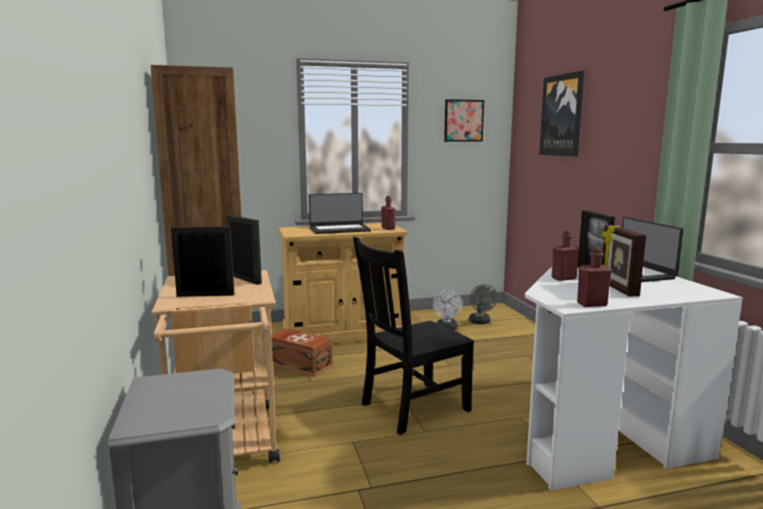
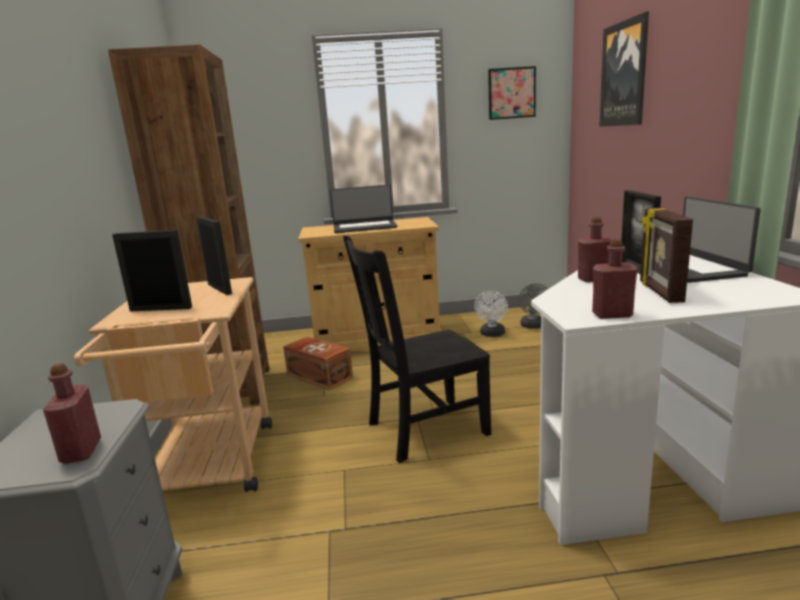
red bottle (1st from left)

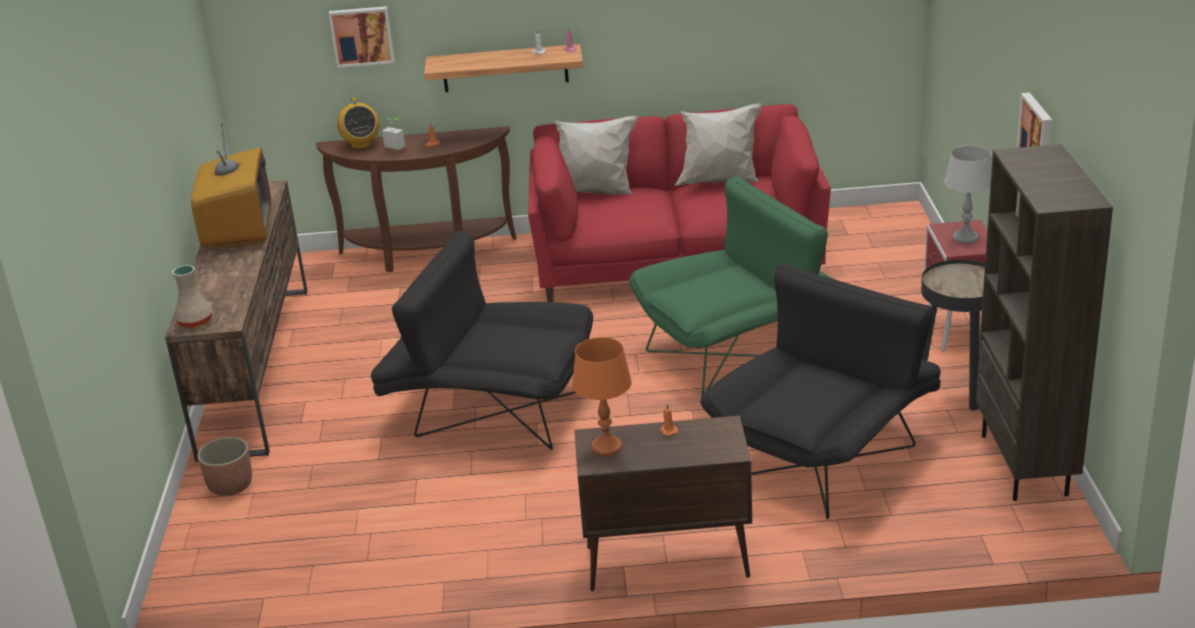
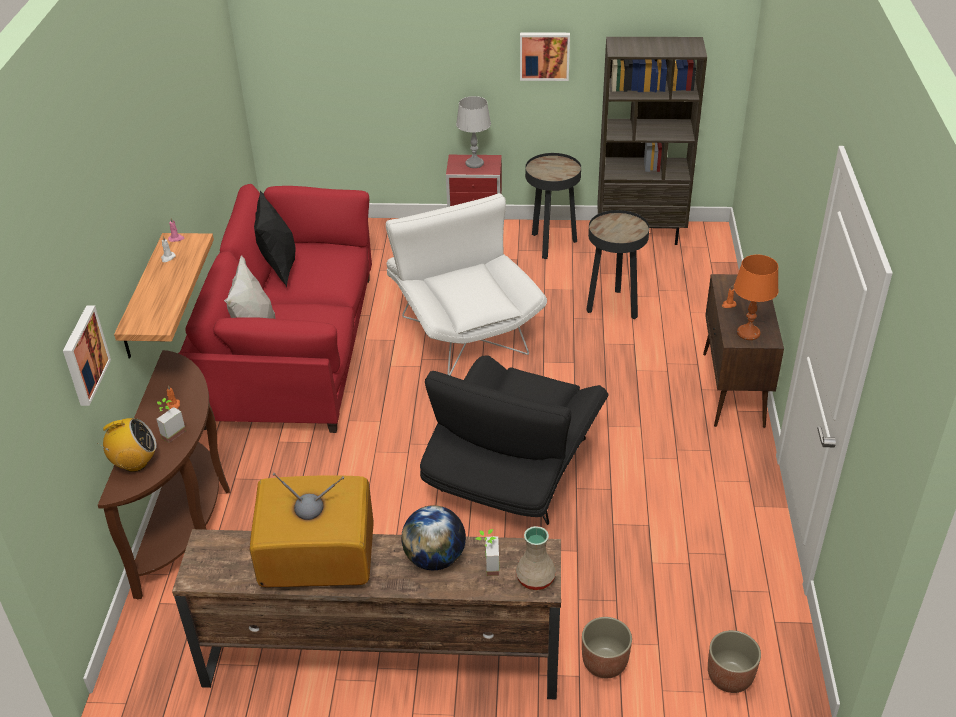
black pillow; white armchair; black side table (2nd from left); globe; potted plant (2nd from left); planter (2nd from left)

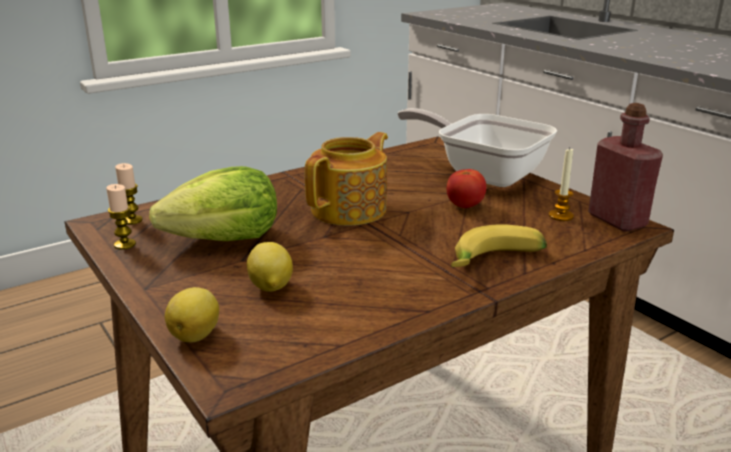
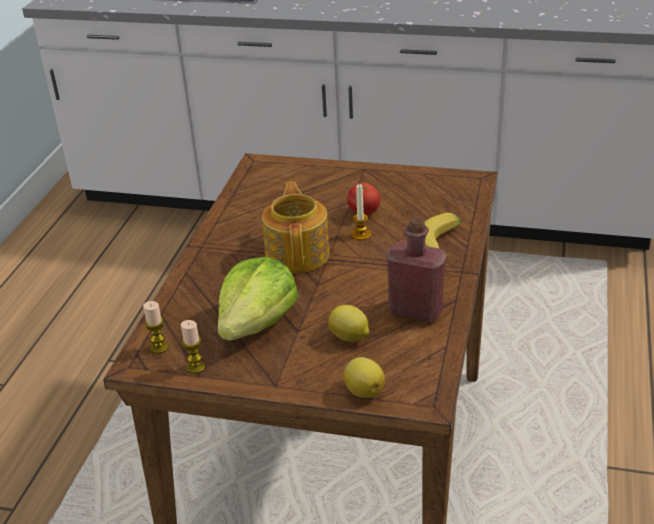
red bottle; frying pan; candle (3rd from left)

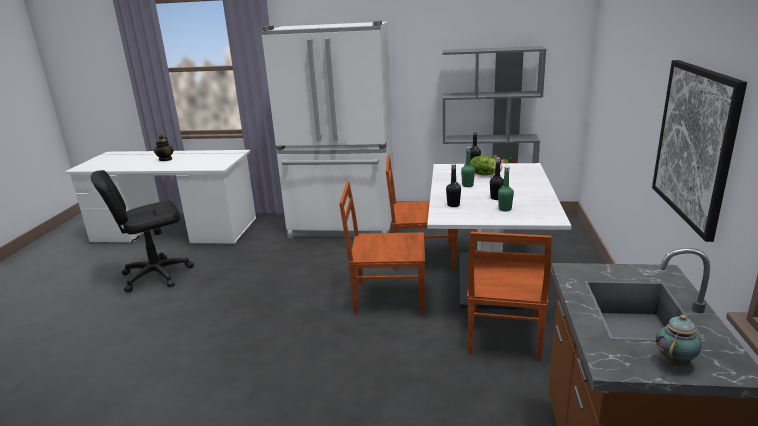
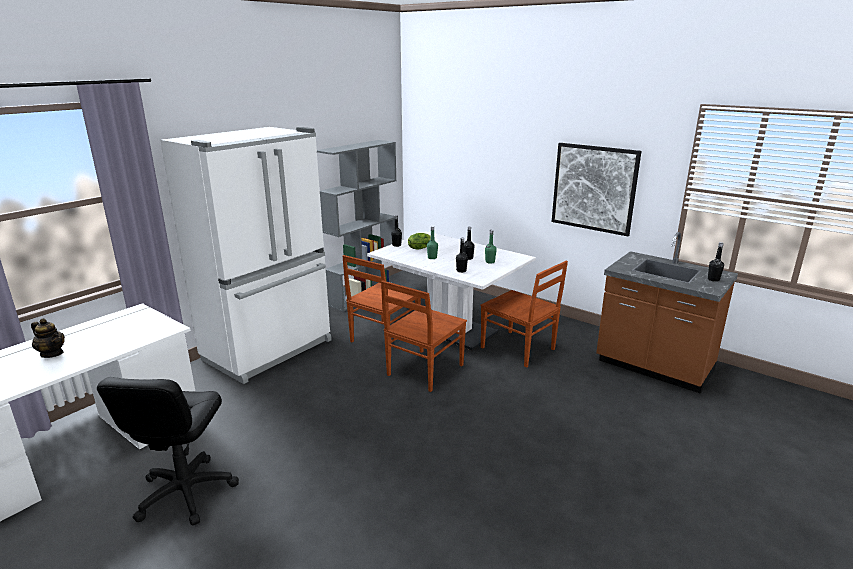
black bottle (4th from left)

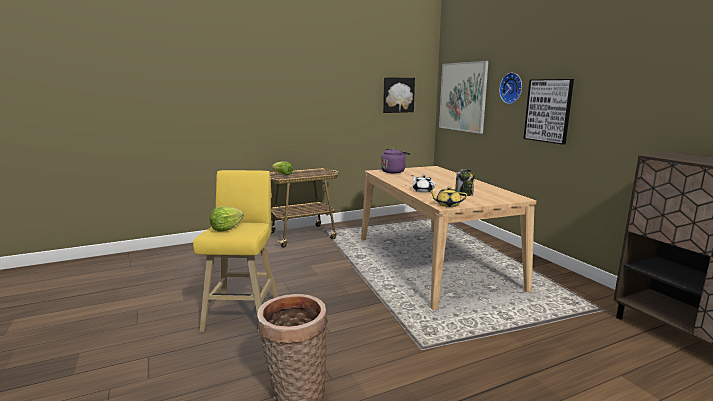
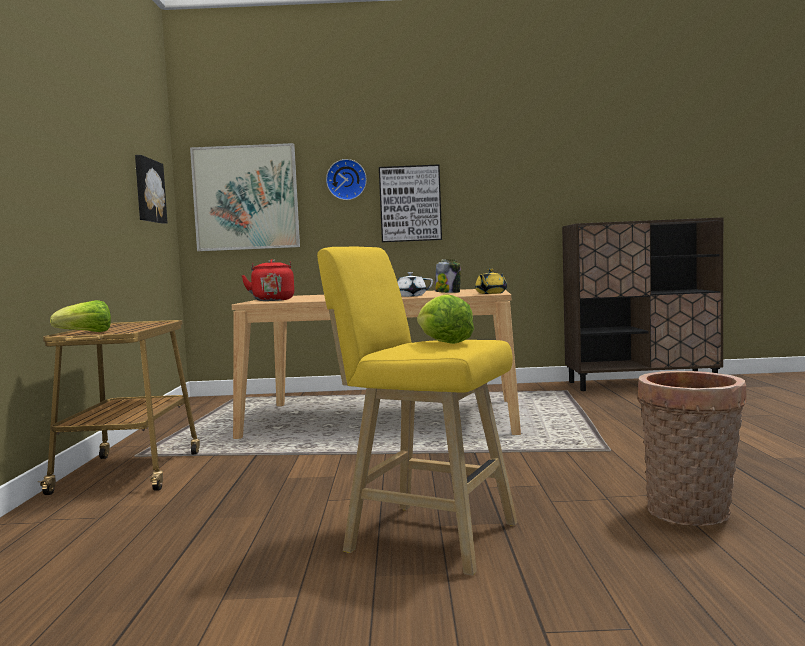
red kettle

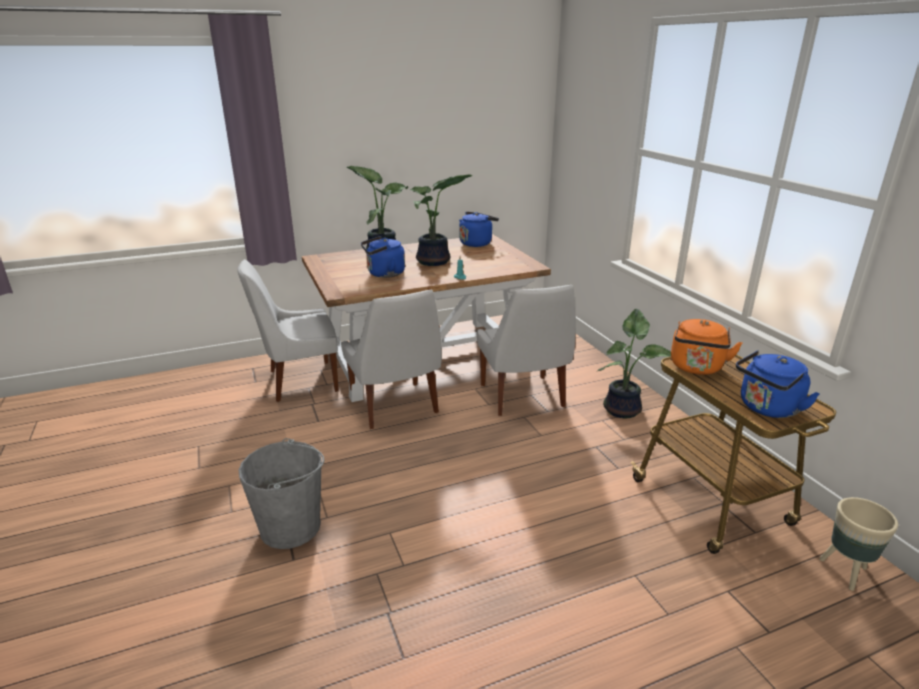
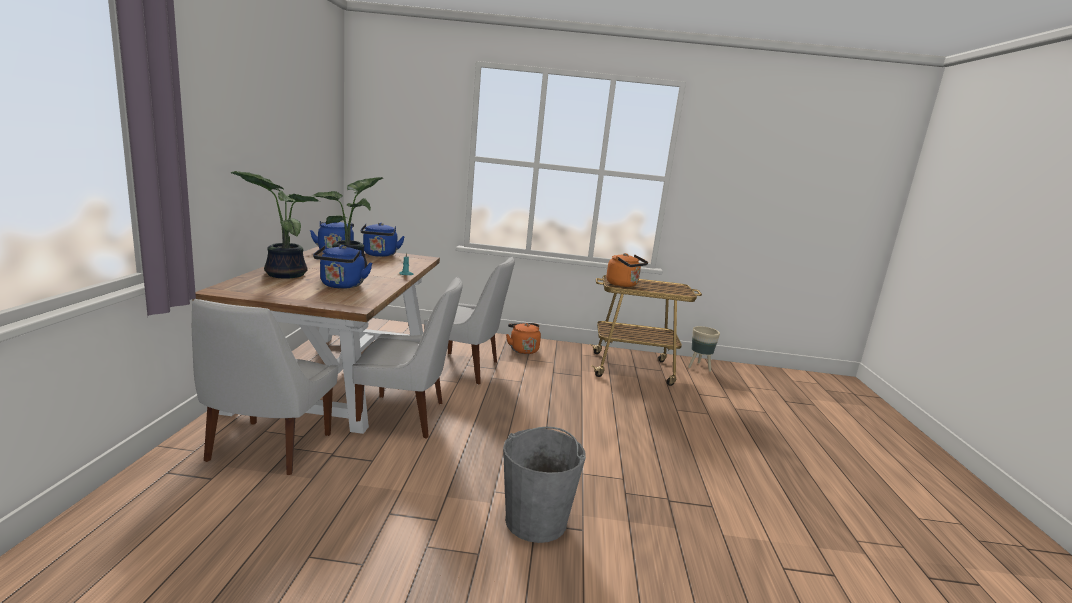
orange kettle (1st from left); blue kettle (3rd from left)

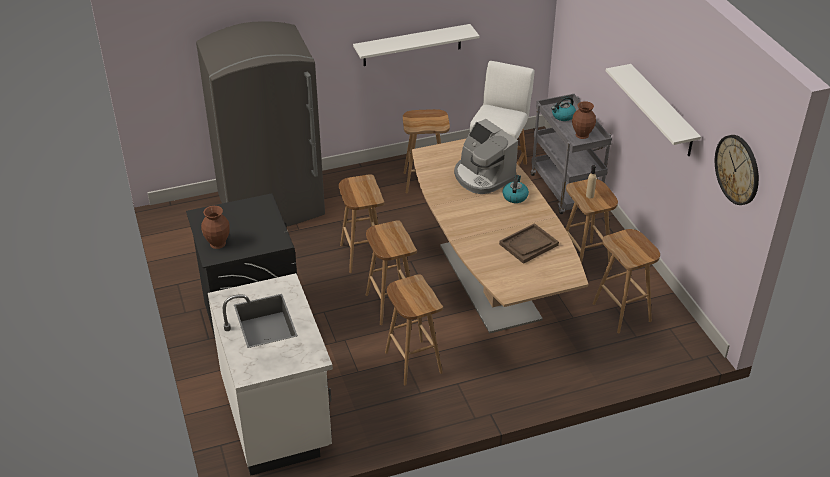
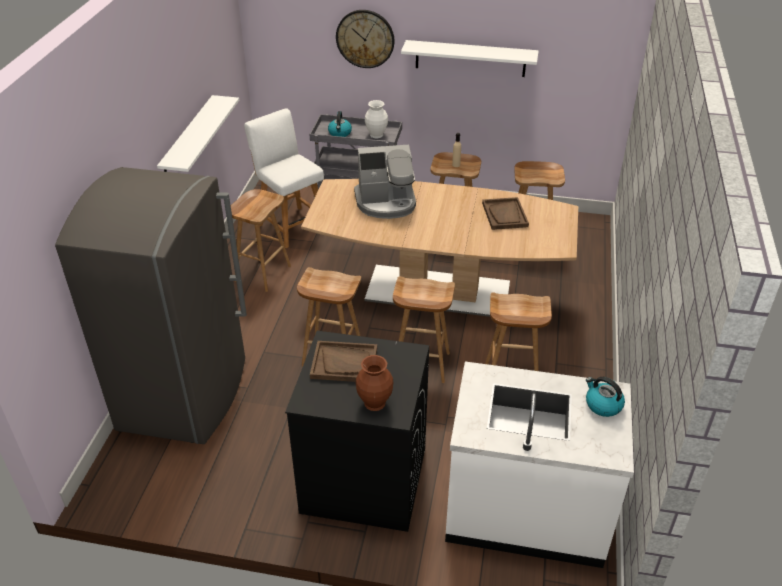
white vase; wall clock; kettle (2nd from left); brown tray (1st from left)

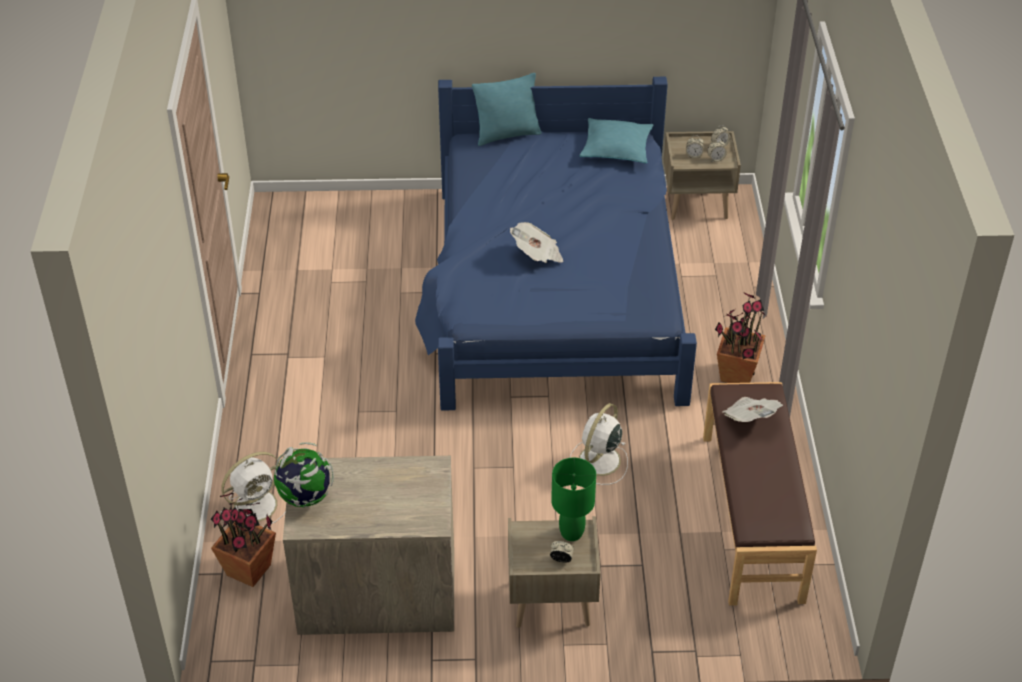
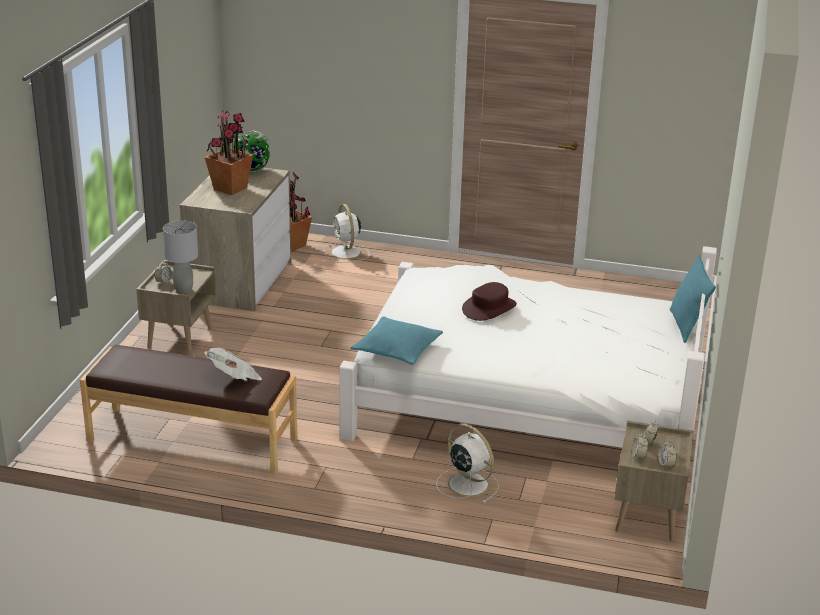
white bed; turquoise pillow (1st from left); brown hat; potted plant (1st from left); white fan (2nd from left); grey table lamp

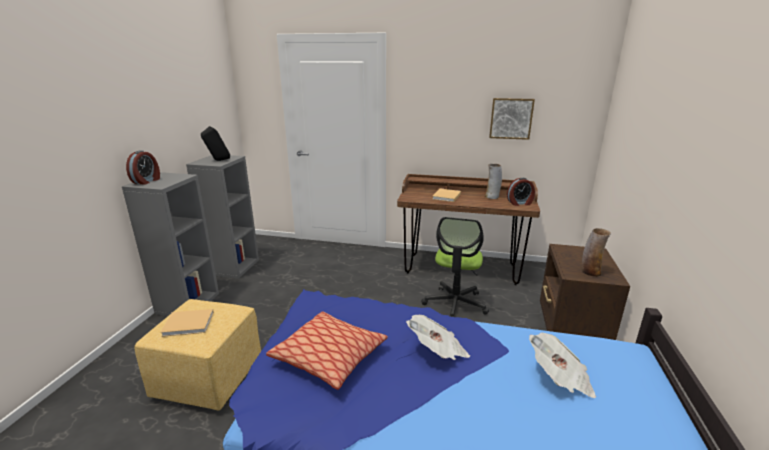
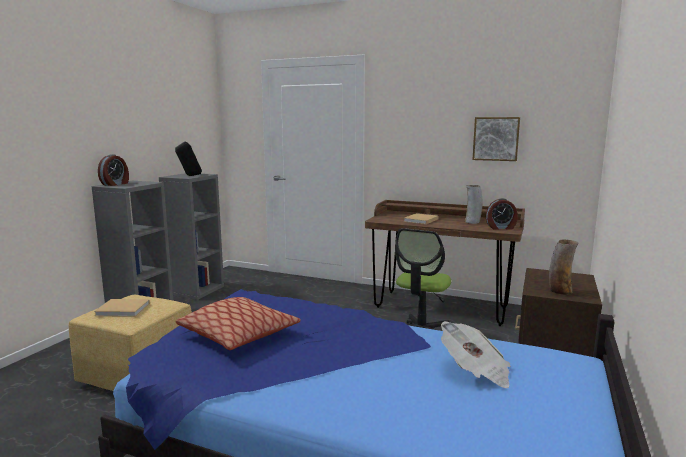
newspaper (1st from left in the first image)

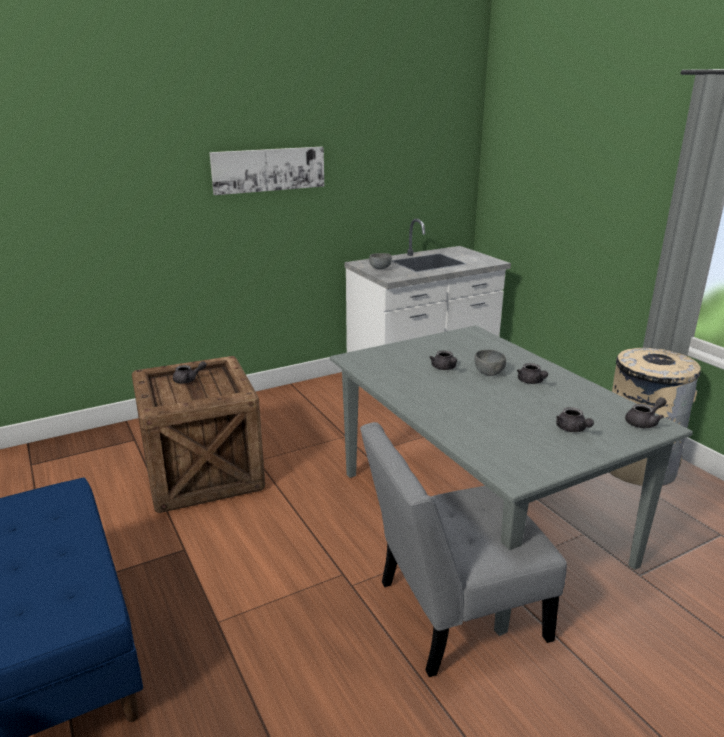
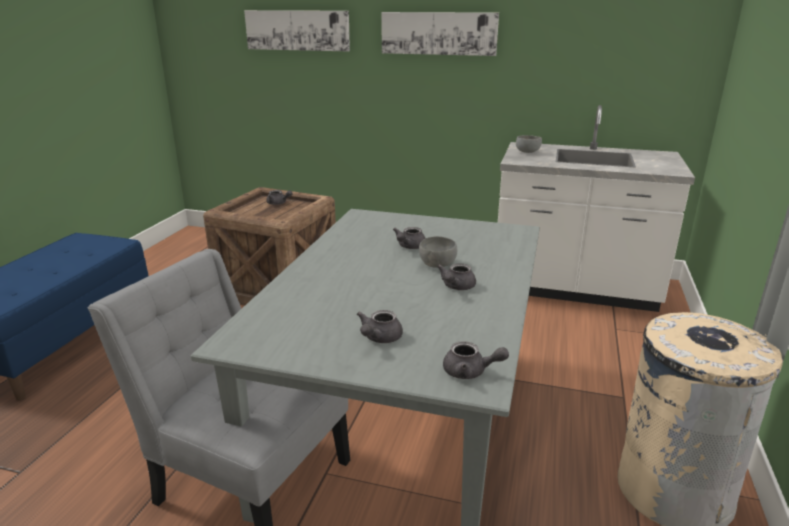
picture (1st from left)

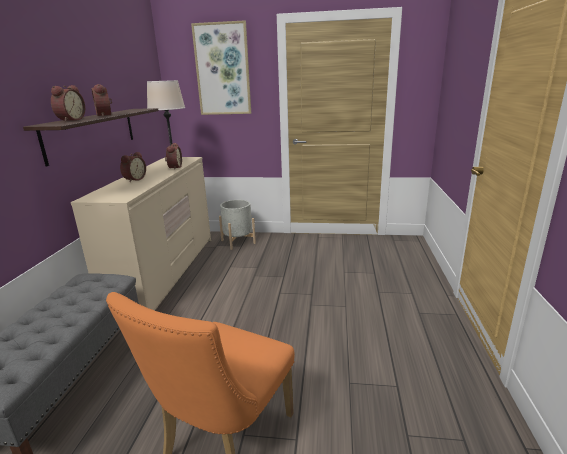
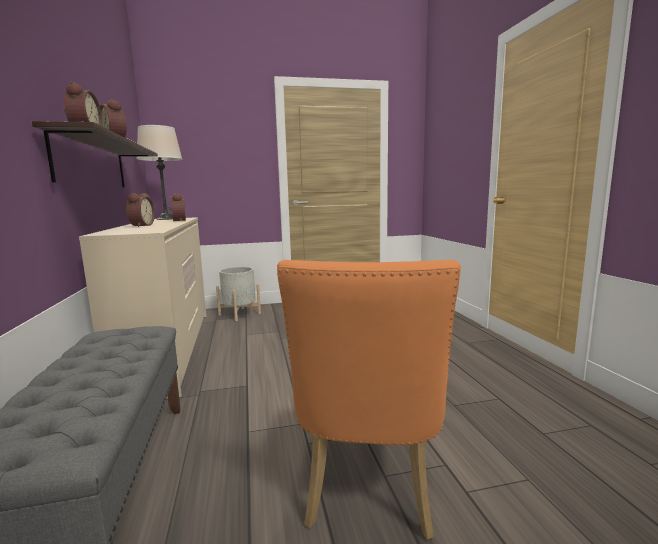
picture

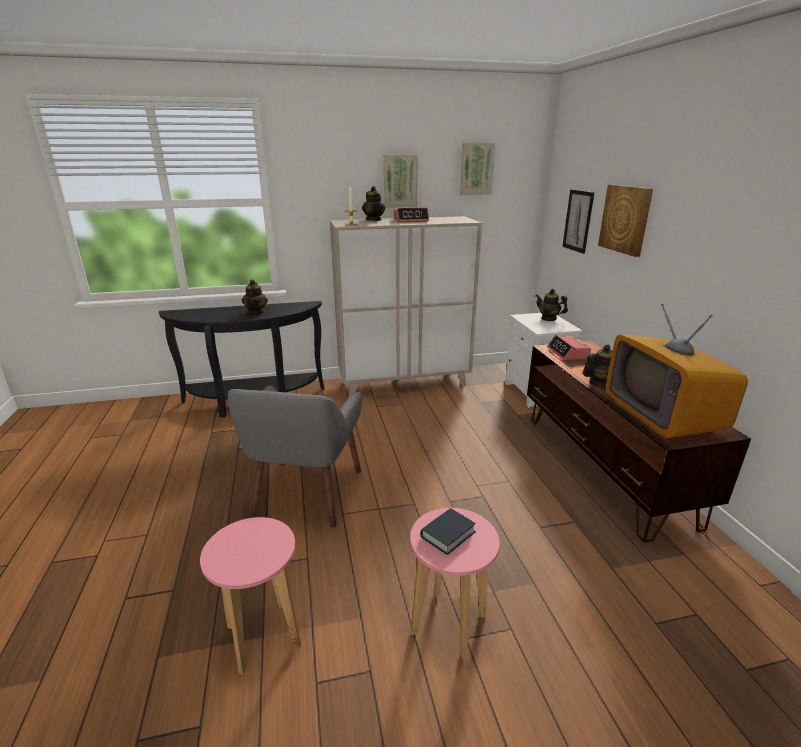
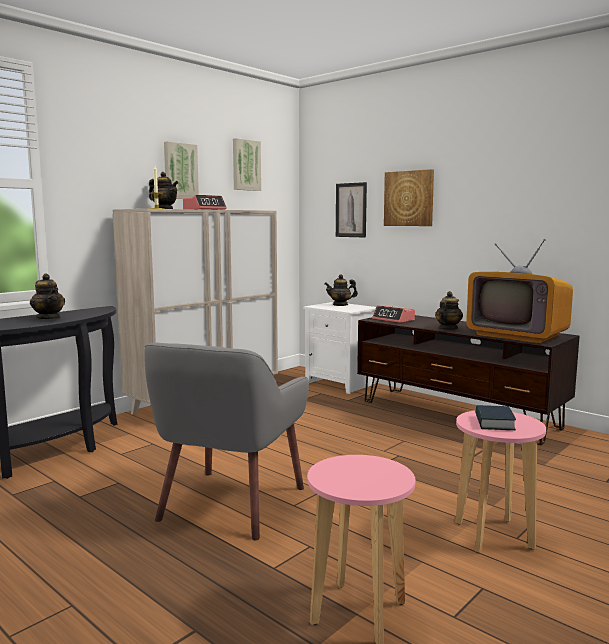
grey armchair

